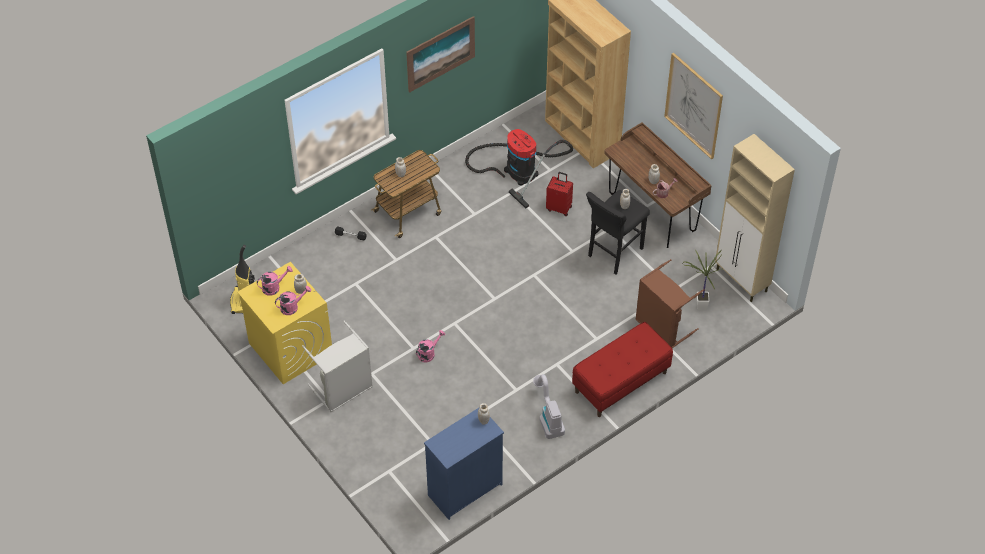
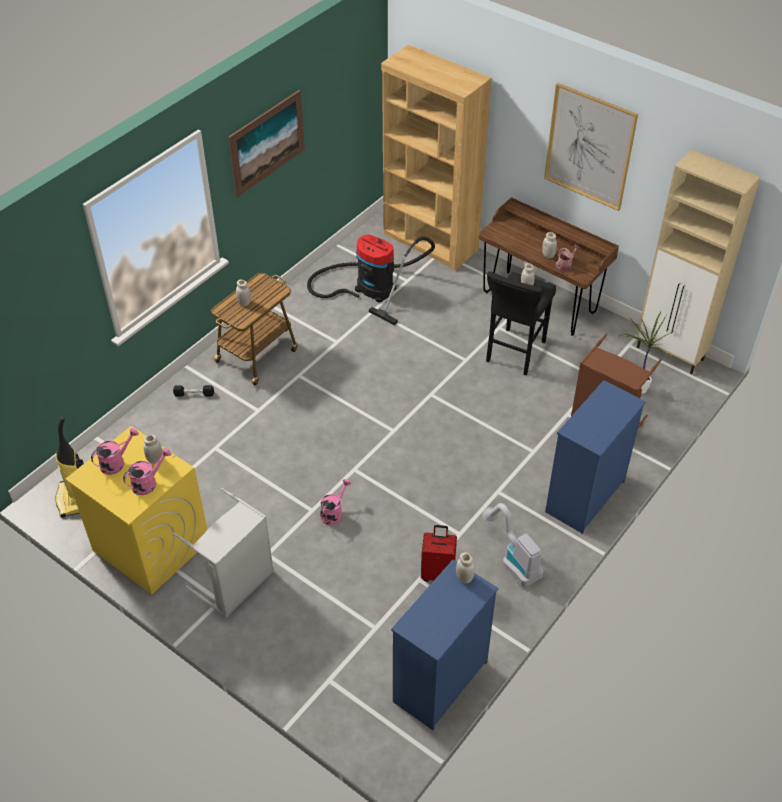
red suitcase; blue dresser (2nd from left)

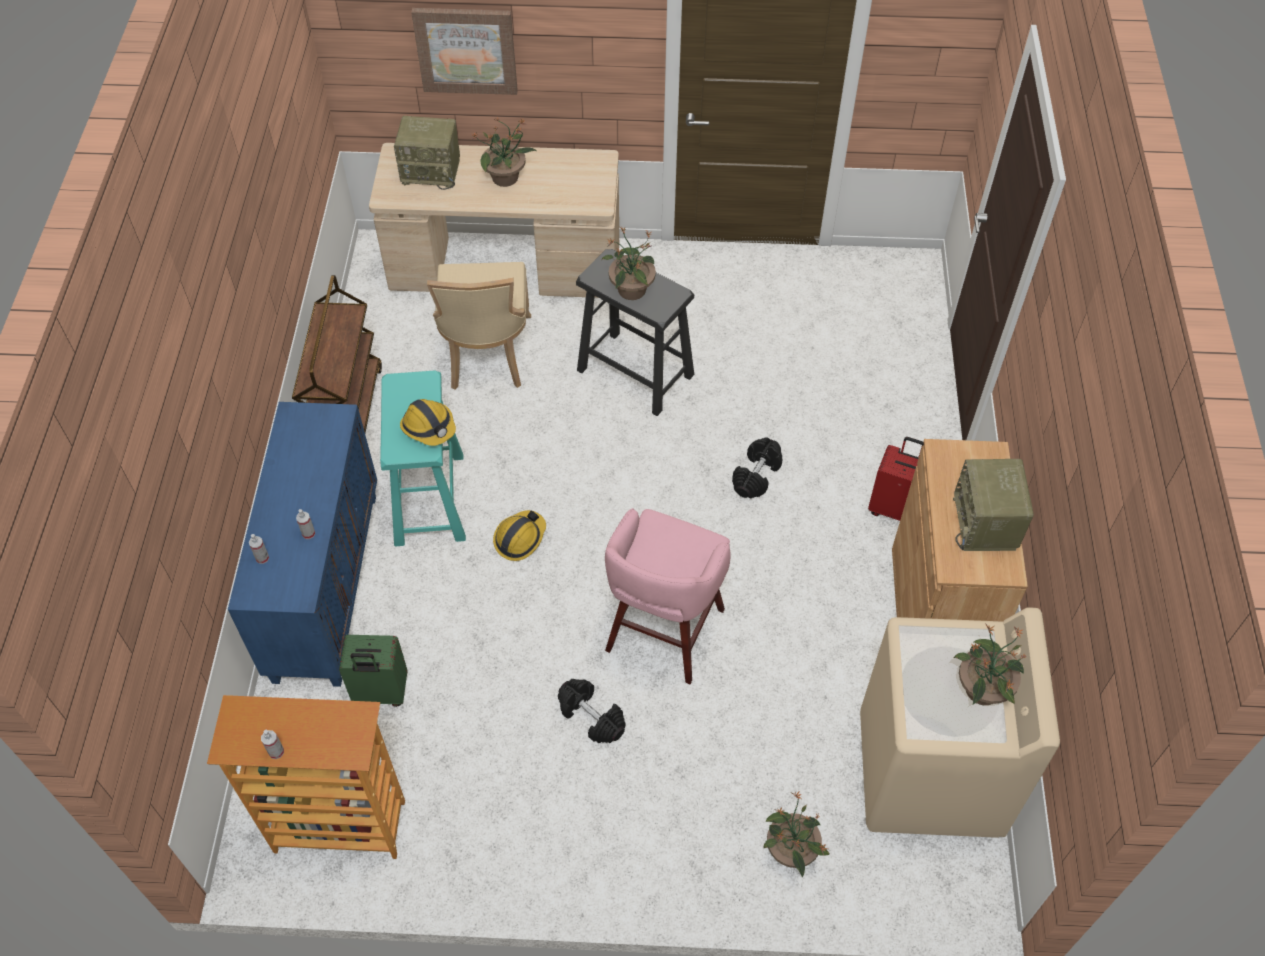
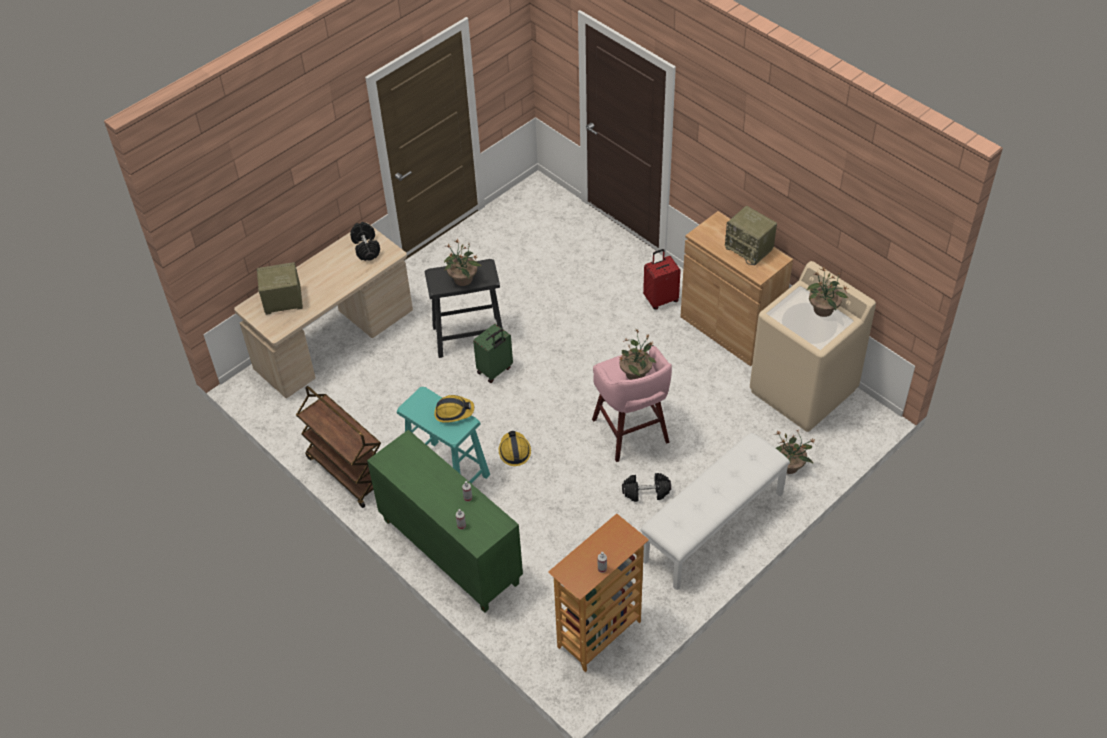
picture; radio (1st from left); potted plant (2nd from left); beige chair; green cabinet; black dumbbell (1st from left); green suitcase; white bench

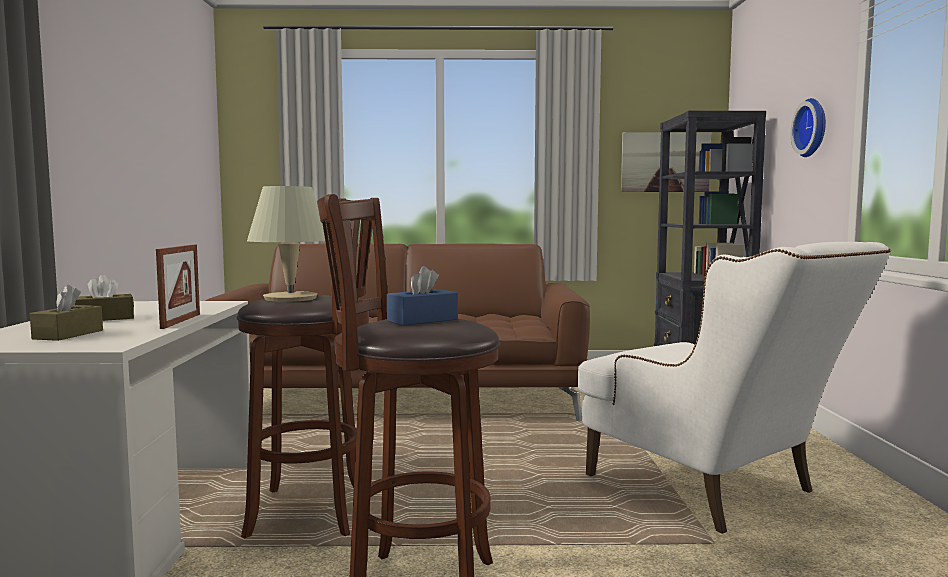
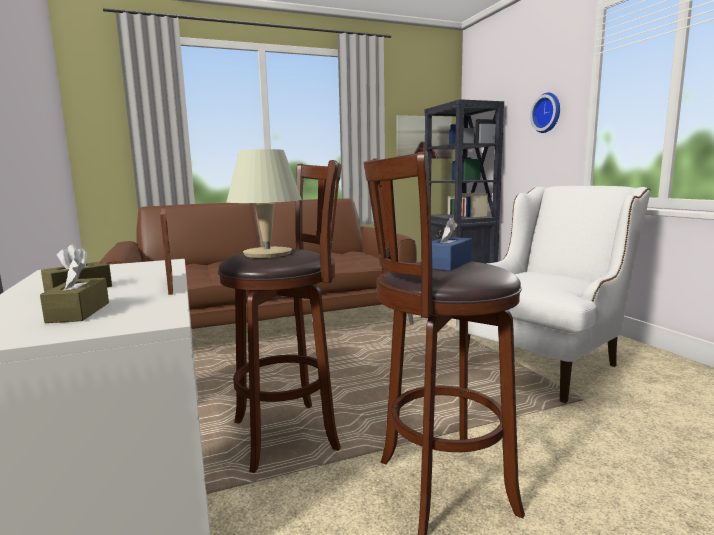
white armchair

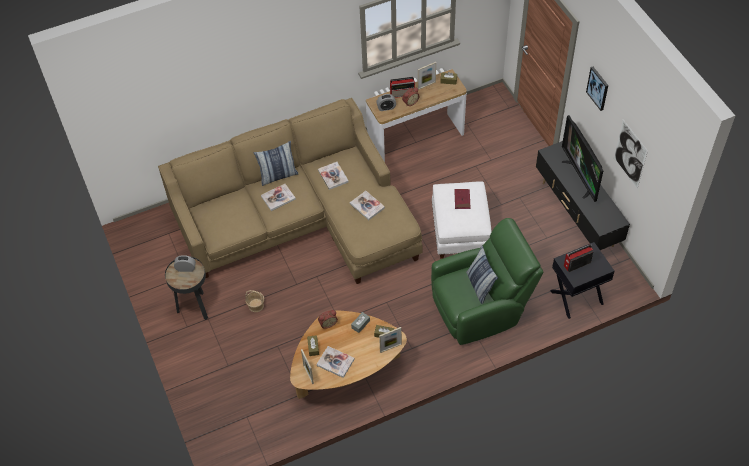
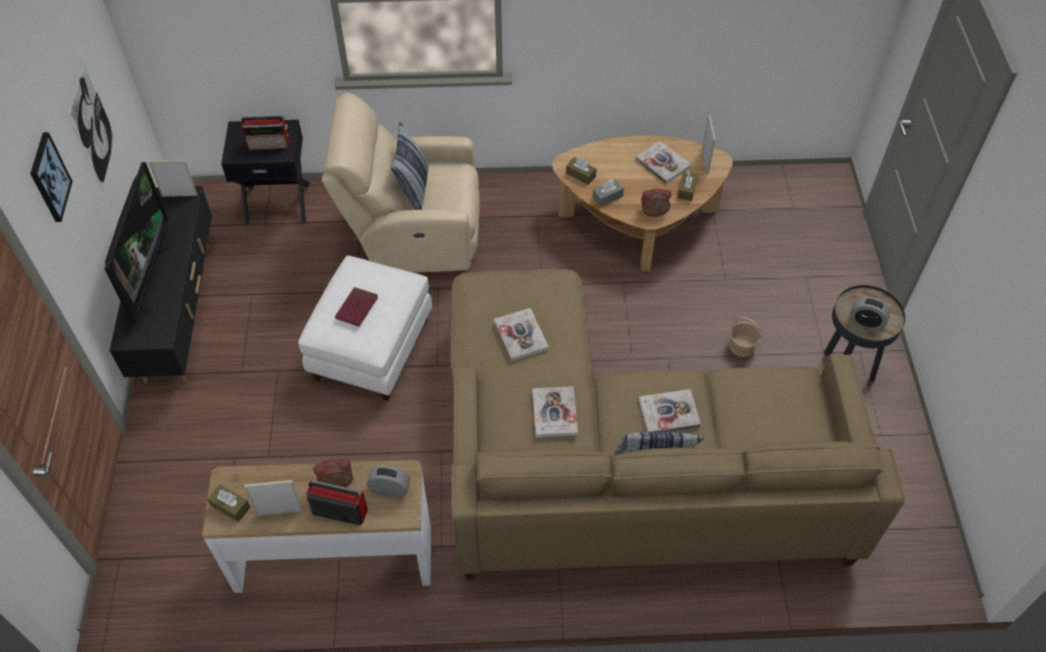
beige armchair; picture frame (1st from left)

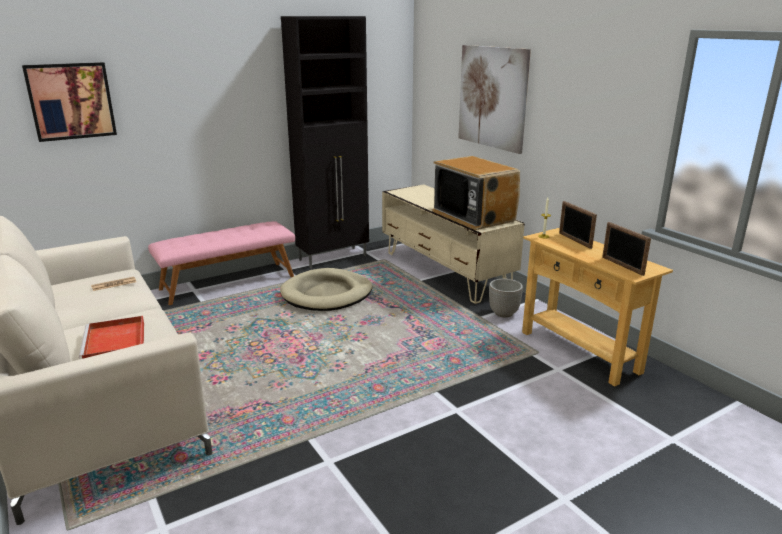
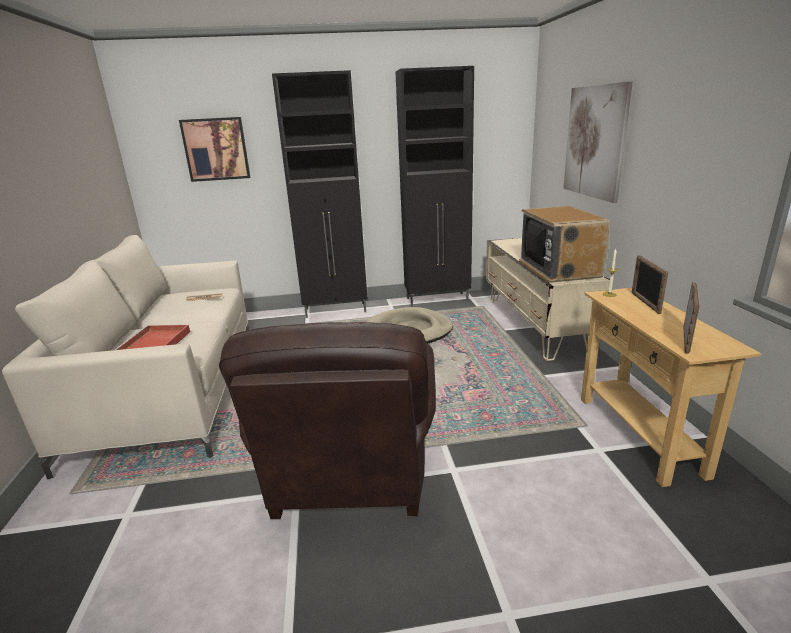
black cabinet (1st from left); picture frame (2nd from left); planter; brown armchair

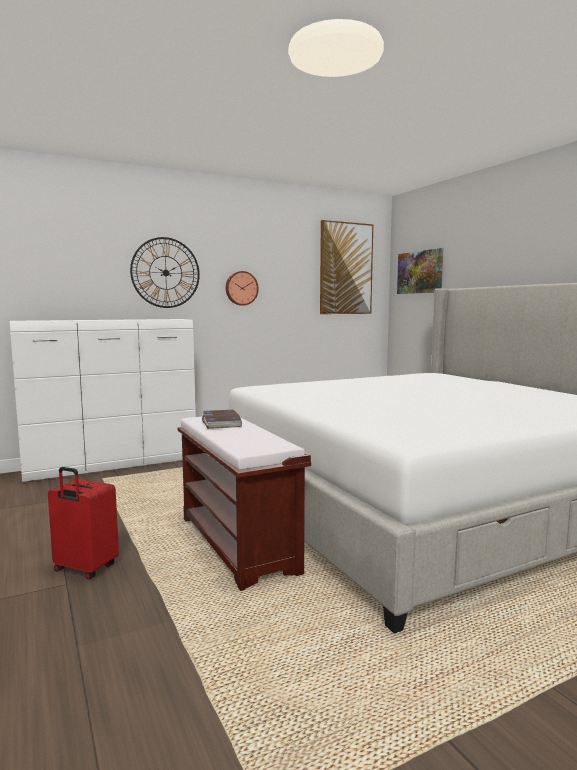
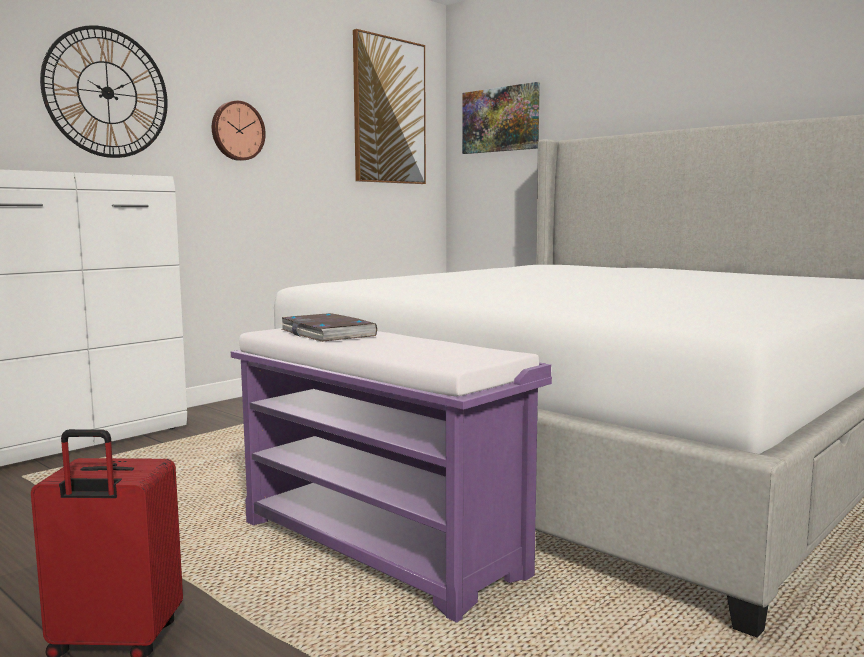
purple bench

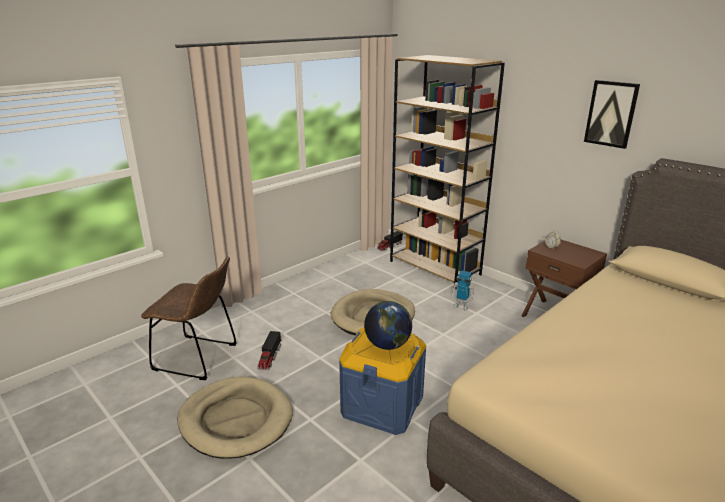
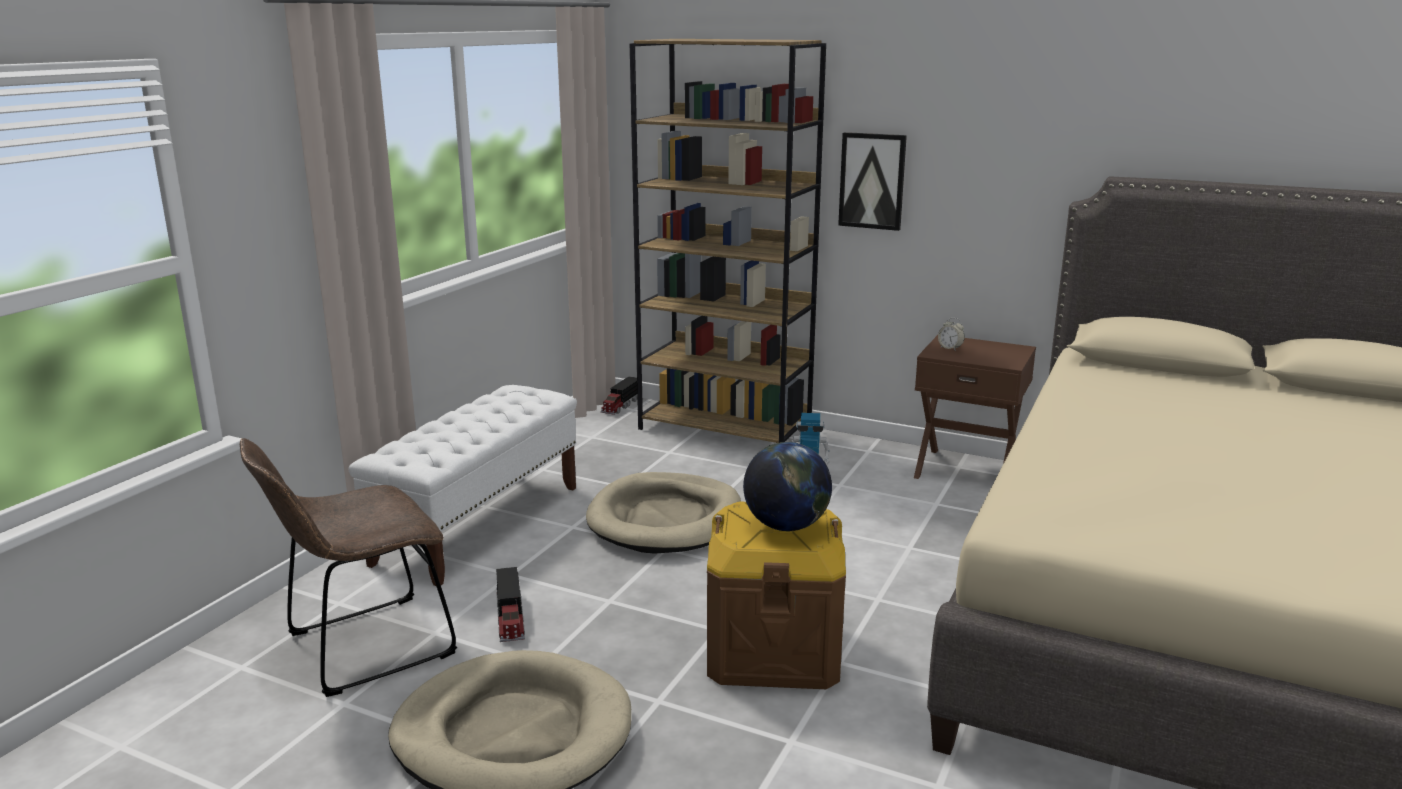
picture; brown chair; brown storage box; white bench

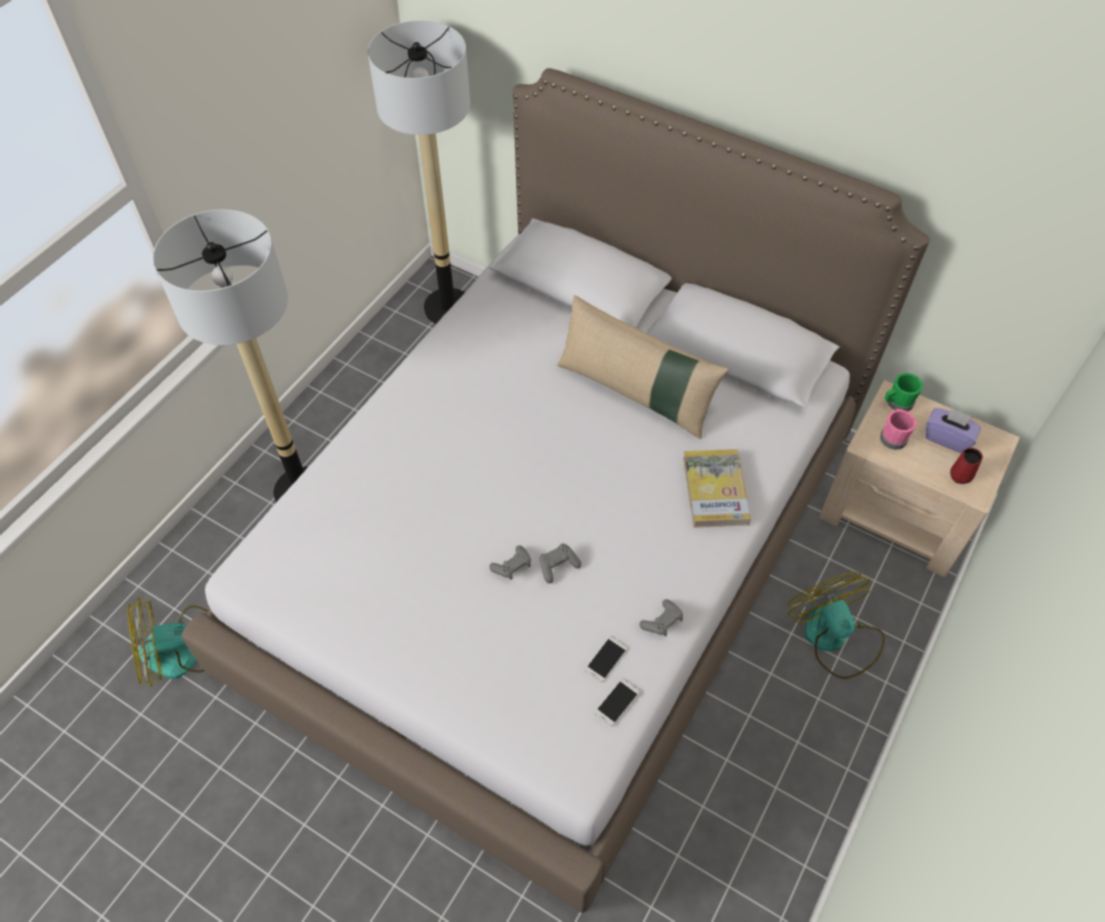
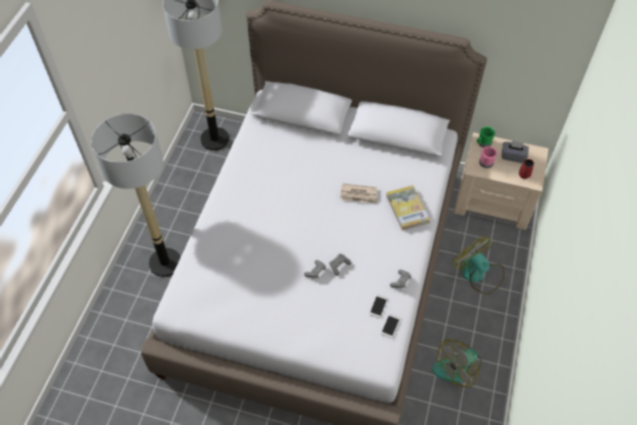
beige pillow; grey tissue box; fan (1st from left); newspaper

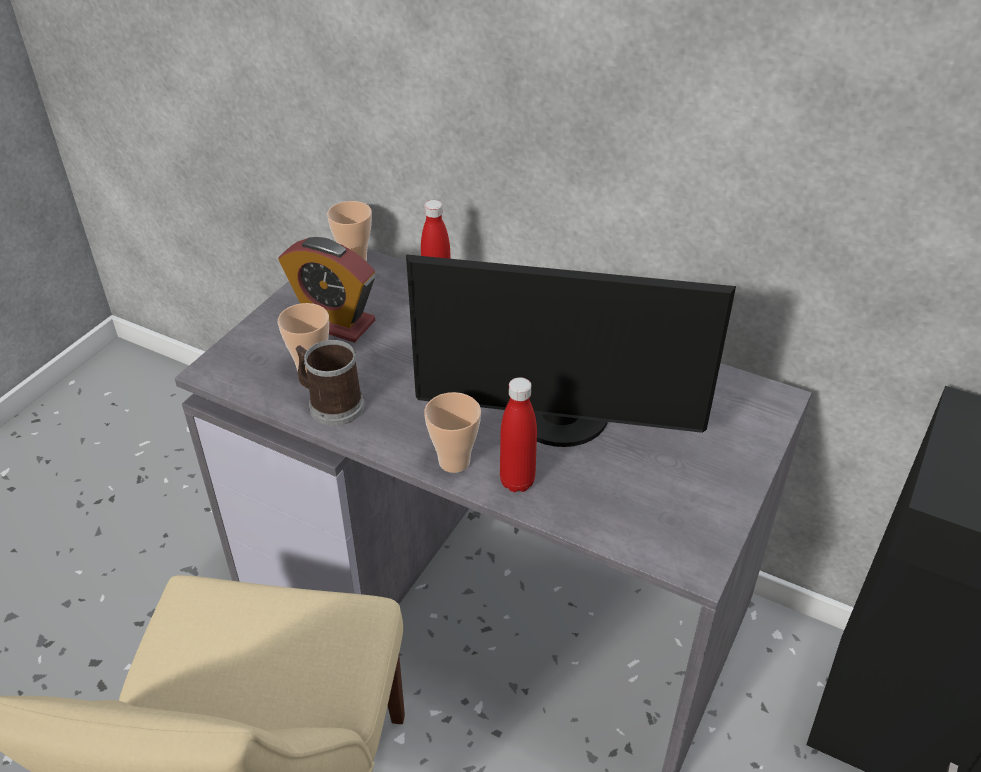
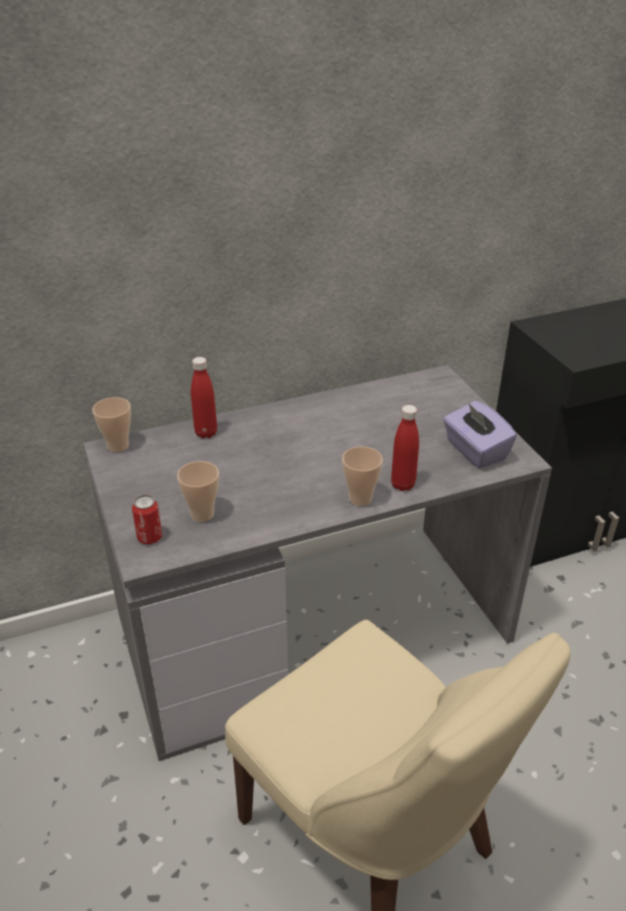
alarm clock; monitor; mug; purple tissue box; can

